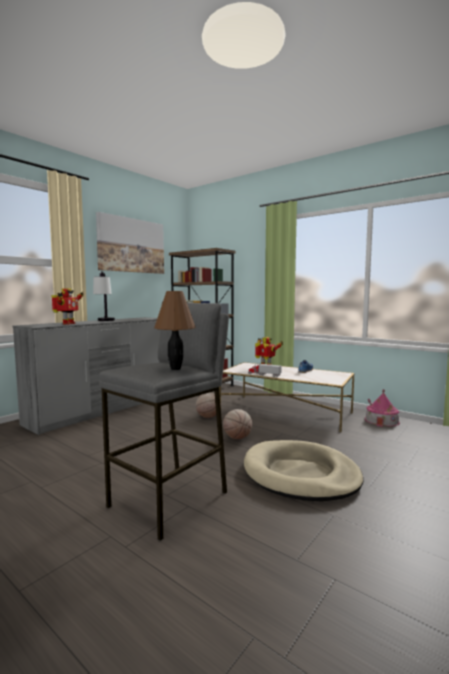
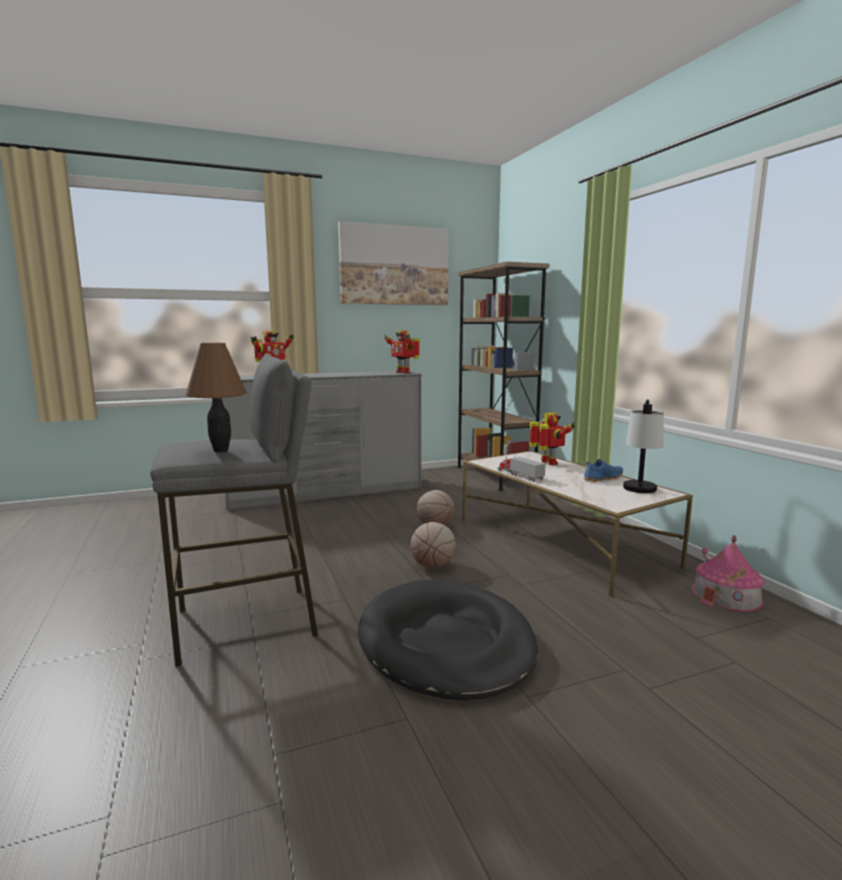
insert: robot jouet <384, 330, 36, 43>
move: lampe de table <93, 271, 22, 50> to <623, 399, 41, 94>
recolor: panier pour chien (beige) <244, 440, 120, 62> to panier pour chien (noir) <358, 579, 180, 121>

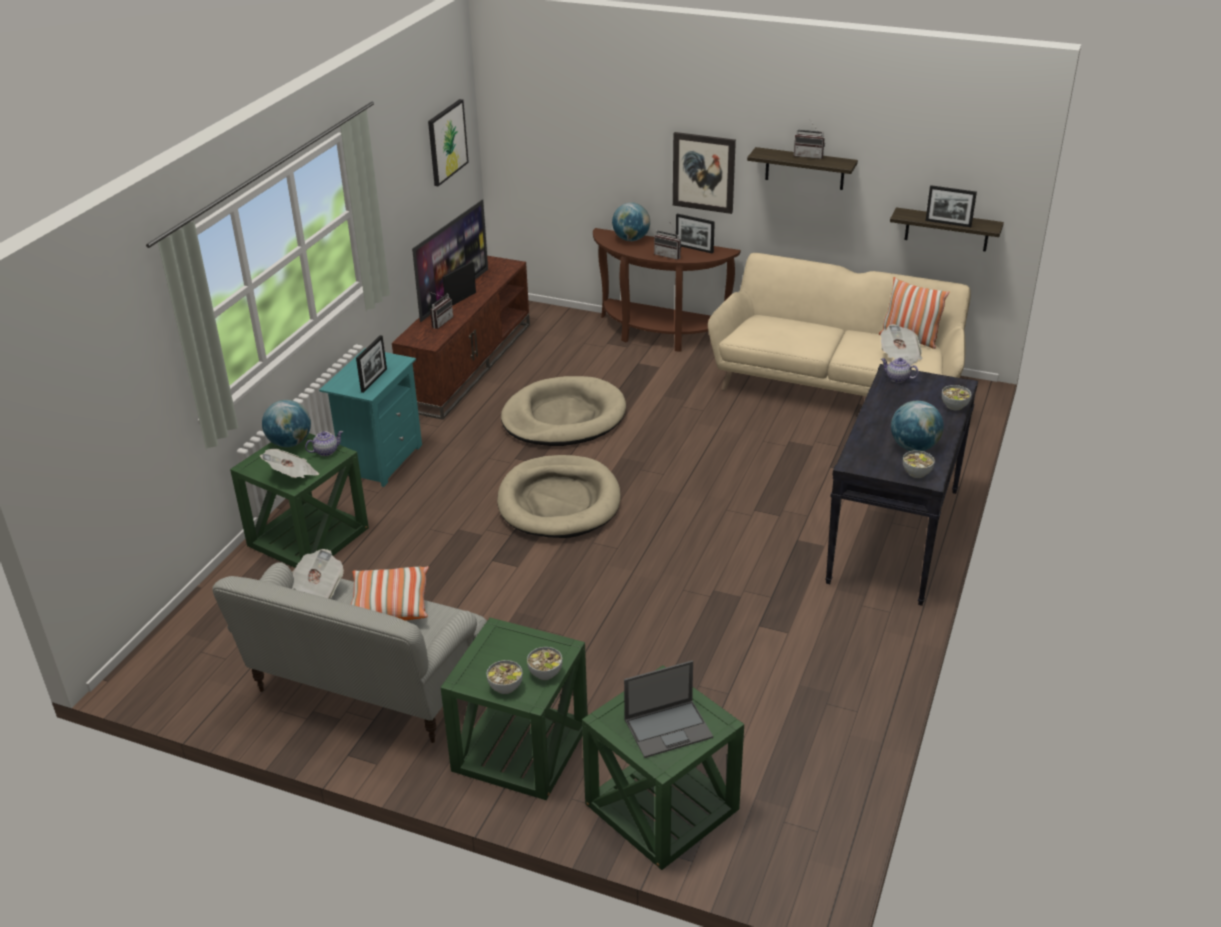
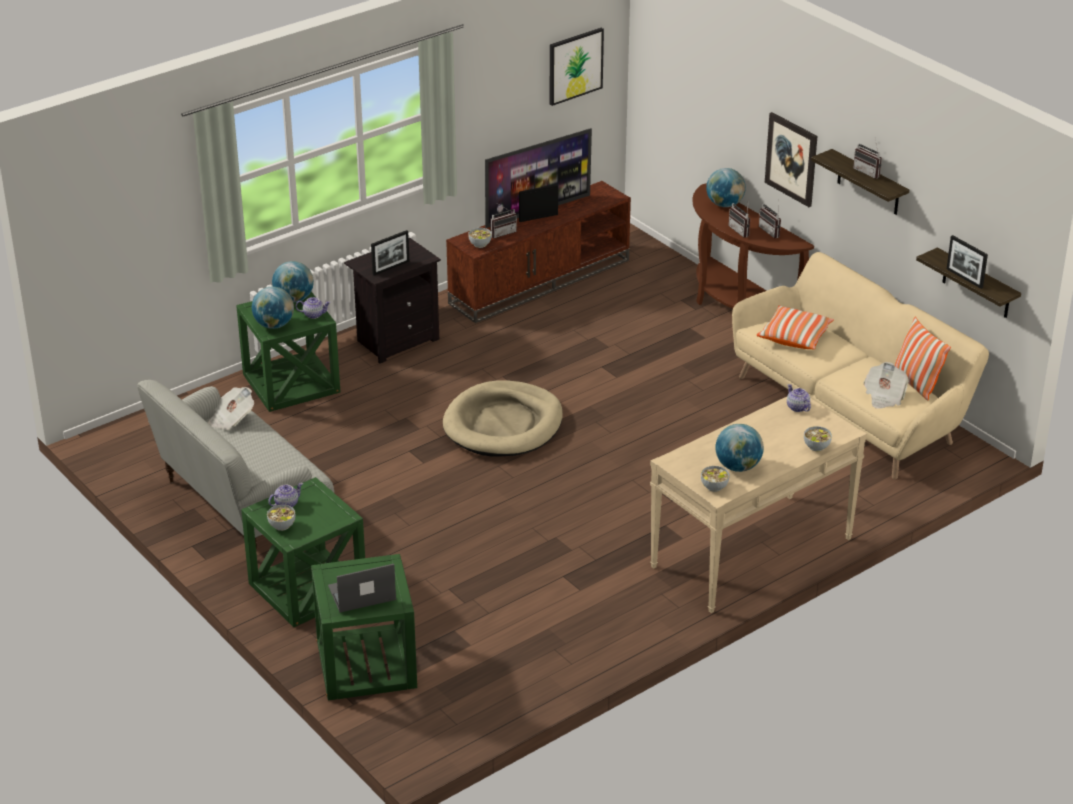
delete: panier pour chien (beige) <501, 376, 125, 70>
insert: théière <268, 483, 35, 24>
move: coussin <351, 566, 78, 55> to <757, 305, 77, 45>; bol <527, 647, 36, 33> to <468, 228, 24, 20>
replace: journal <260, 448, 59, 30> to globe <252, 287, 42, 42>; cadre photo <676, 214, 39, 40> to radio <759, 199, 22, 39>
recolor: table de chevet (turquoise) <319, 348, 103, 139> to table de chevet (noir) <344, 238, 97, 126>; table console (noir) <825, 364, 153, 242> to table console (beige) <650, 397, 217, 216>
rotate: ordinateur portable <624, 660, 89, 98> = <328, 564, 68, 48> 150 degrees clockwise

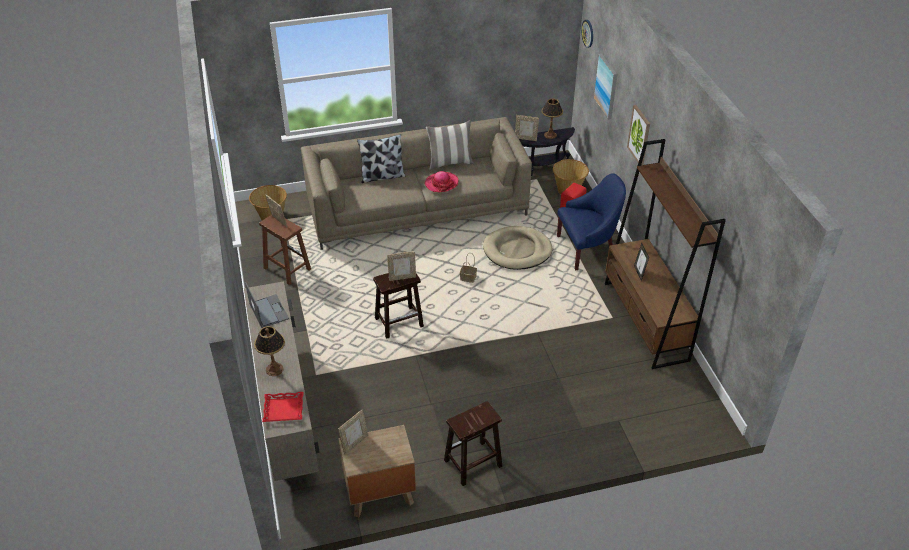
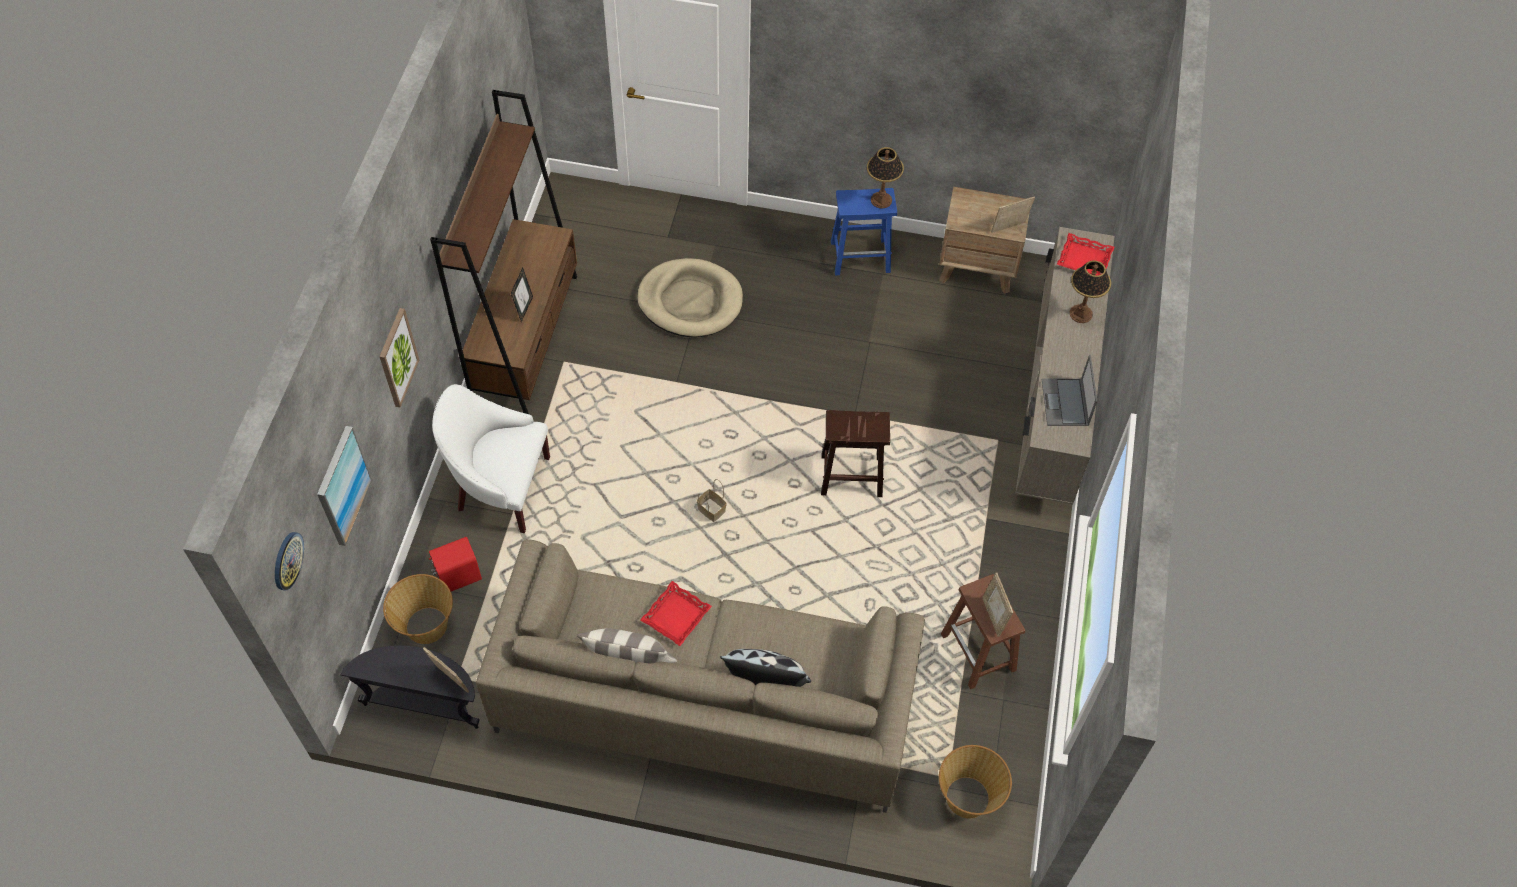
delete: cadre photo <387, 251, 29, 30>
move: panier pour chien (beige) <483, 226, 69, 44> to <637, 258, 106, 79>; lampe de table <542, 99, 21, 40> to <867, 147, 37, 61>
replace: chapeau <425, 171, 34, 21> to plateau (rouge) <640, 581, 72, 65>
recolor: tabouret (marron) <444, 401, 58, 85> to tabouret (bleu) <831, 188, 66, 88>; fauteuil (bleu) <557, 173, 69, 97> to fauteuil (blanc) <432, 384, 118, 149>

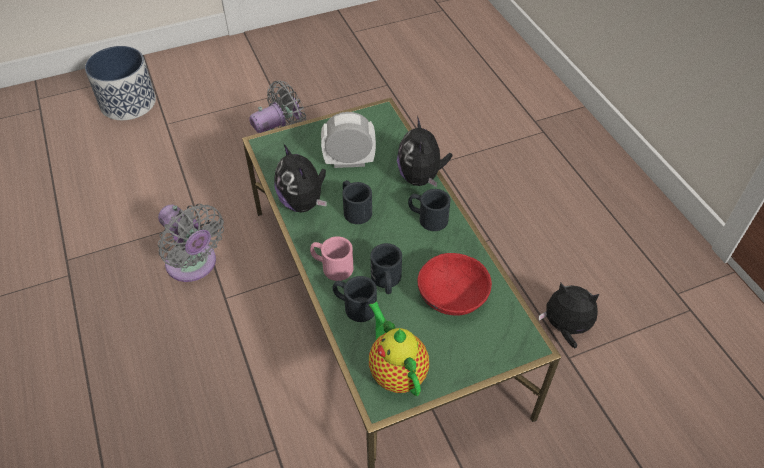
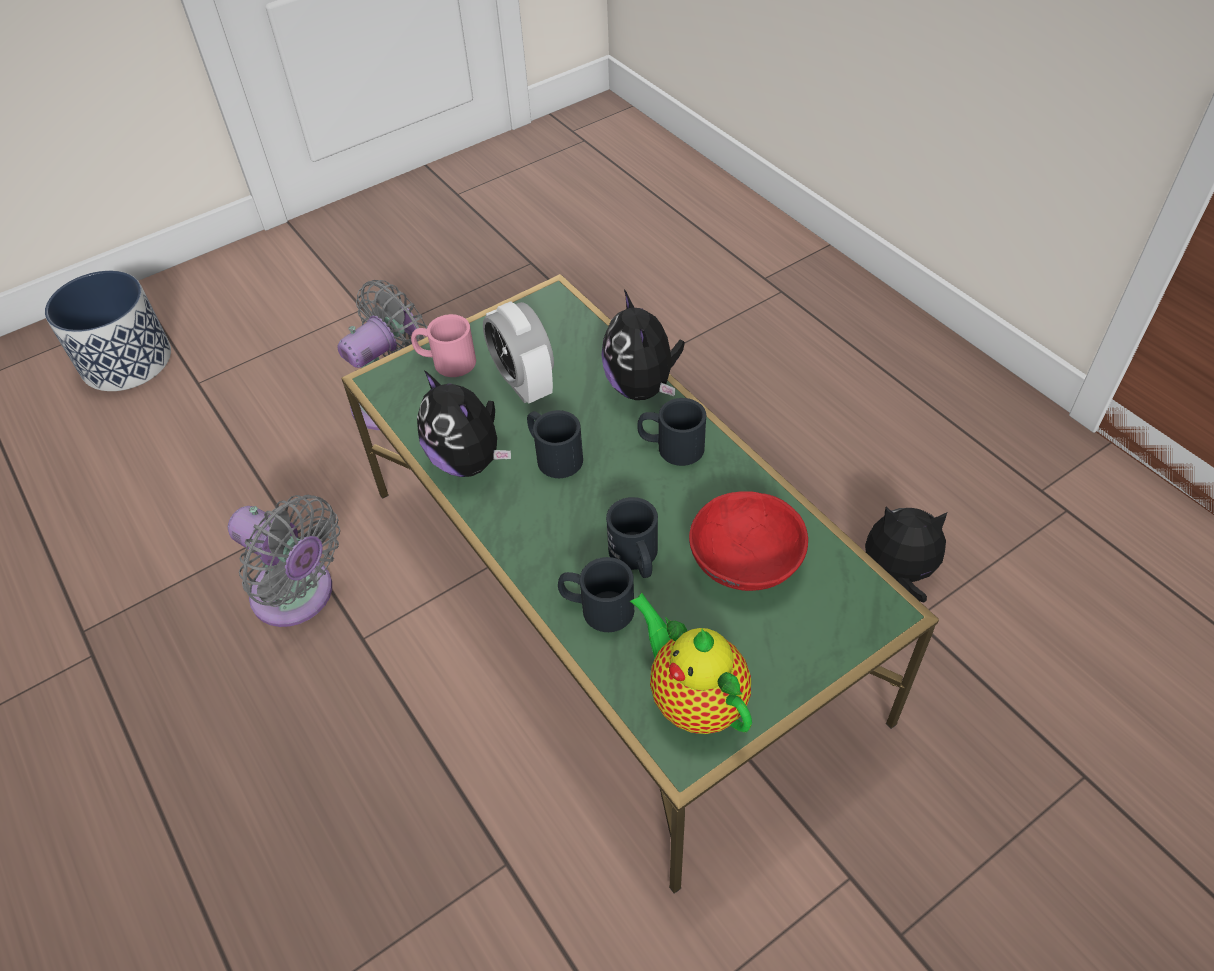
move: mug (rose) <310, 236, 43, 45> to <411, 314, 65, 63>
rotate: réveil <321, 112, 55, 56> = <483, 301, 71, 103> 105 degrees counterclockwise

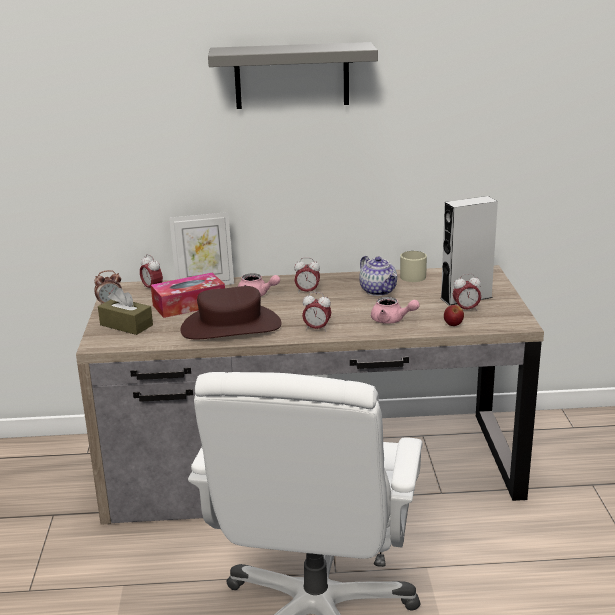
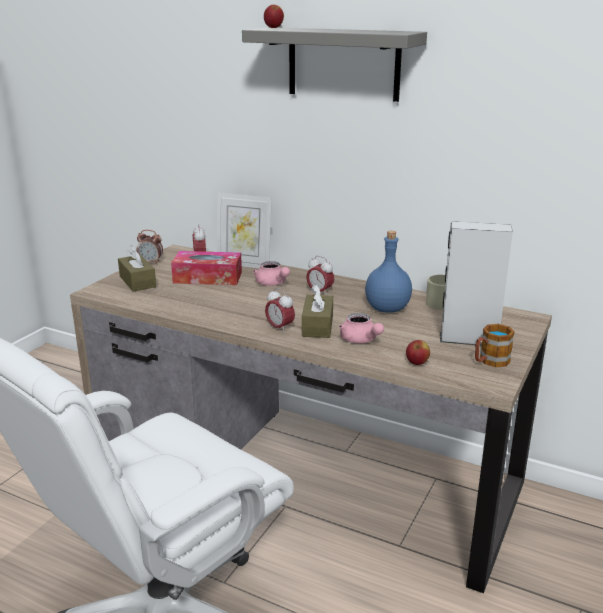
delete: chapeau (marron) <180, 286, 101, 53>; réveil <453, 274, 28, 37>
insert: pomme <264, 5, 20, 23>; boîte à mouchoirs (marron) <302, 284, 31, 54>; mug <475, 324, 39, 43>
replace: théière <359, 256, 38, 40> to bouteille (bleu) <365, 231, 47, 82>

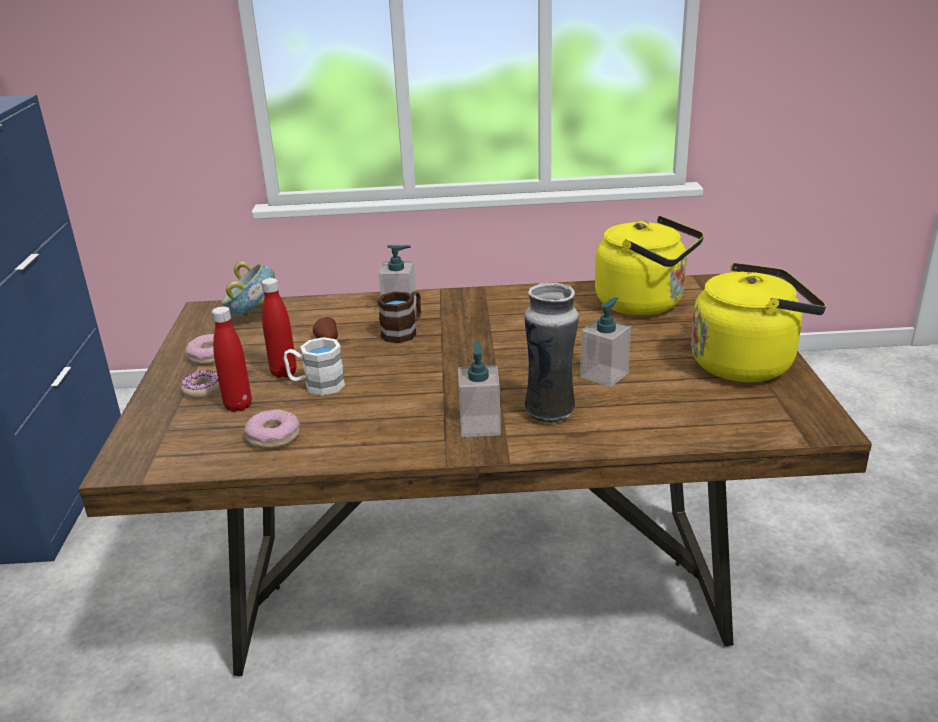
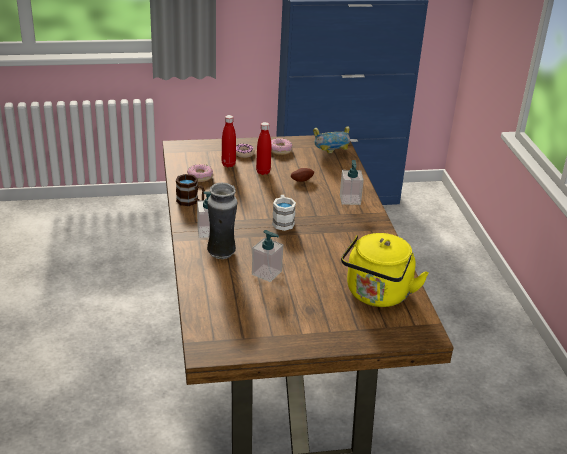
delete: bouilloire (jaune) <691, 263, 135, 119>
move: mug (blanc) <284, 337, 61, 59> to <272, 195, 24, 36>; mug (marron) <377, 291, 44, 52> to <176, 174, 29, 32>

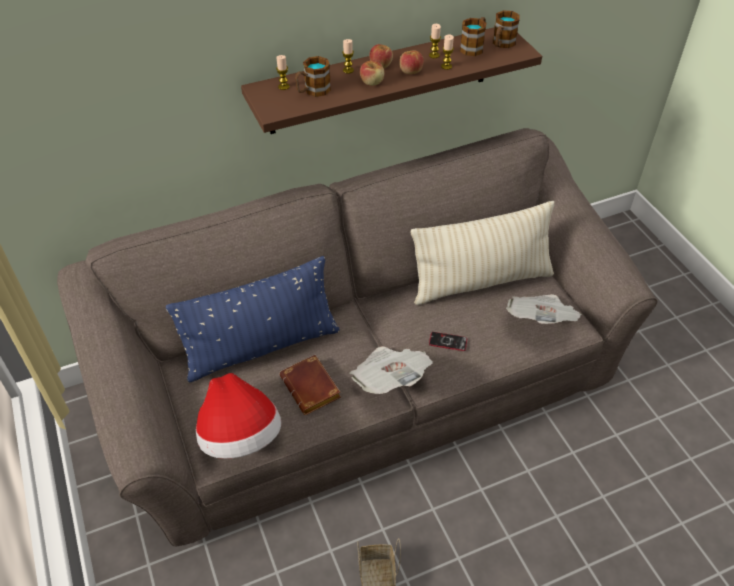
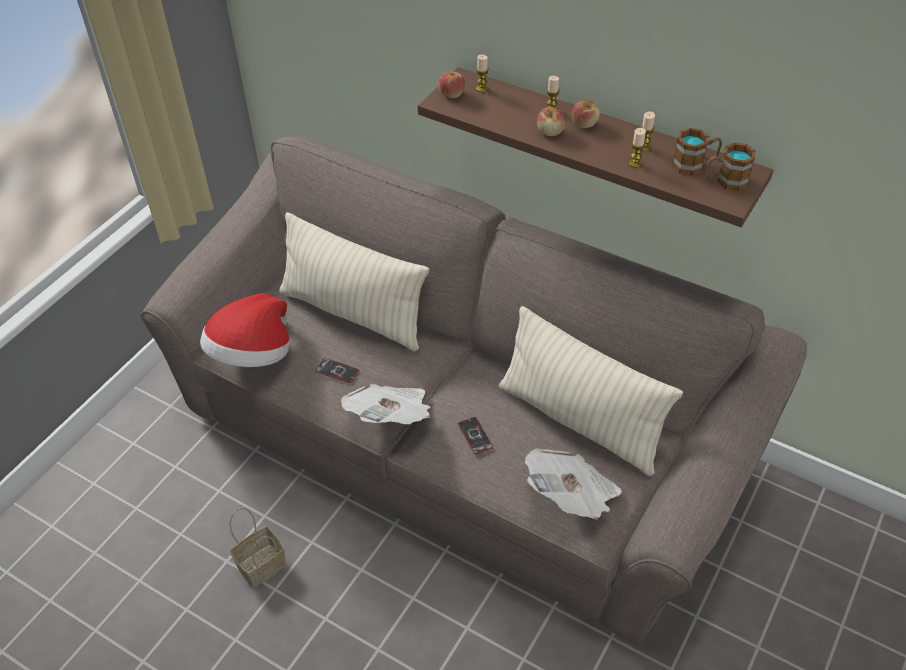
delete: mug <295, 56, 36, 41>
move: pomme <399, 50, 25, 24> to <438, 72, 28, 26>
replace: livre (marron) <280, 355, 61, 60> to téléphone <316, 358, 43, 25>
recolor: coussin (bleu) <166, 256, 174, 126> to coussin (beige) <279, 212, 150, 140>

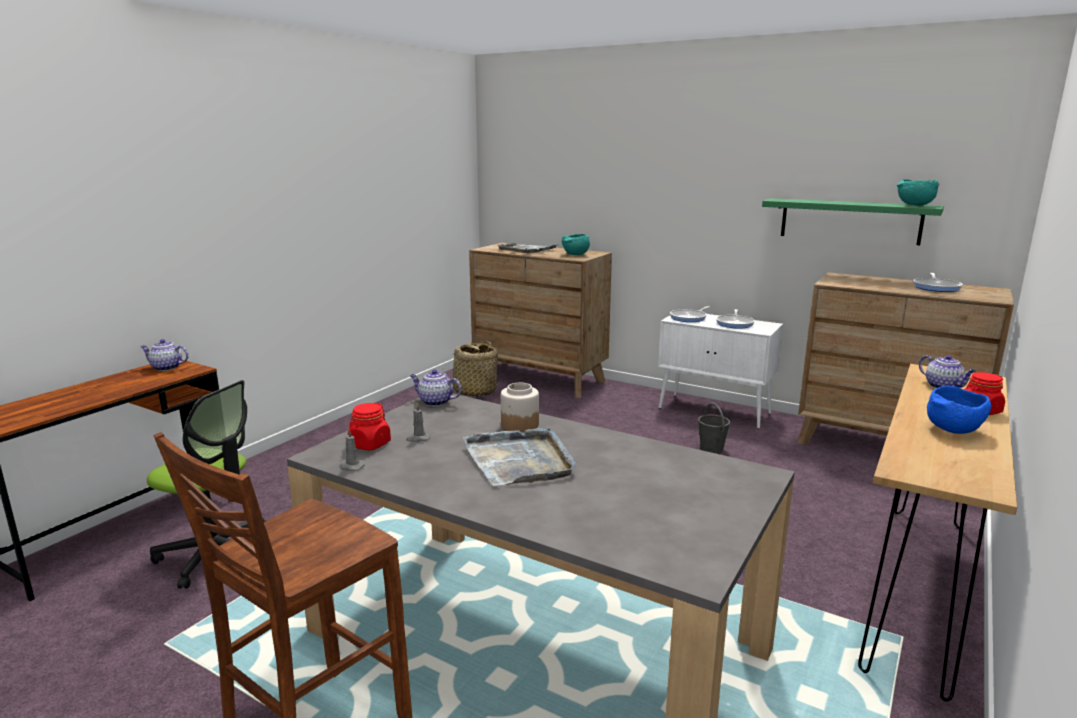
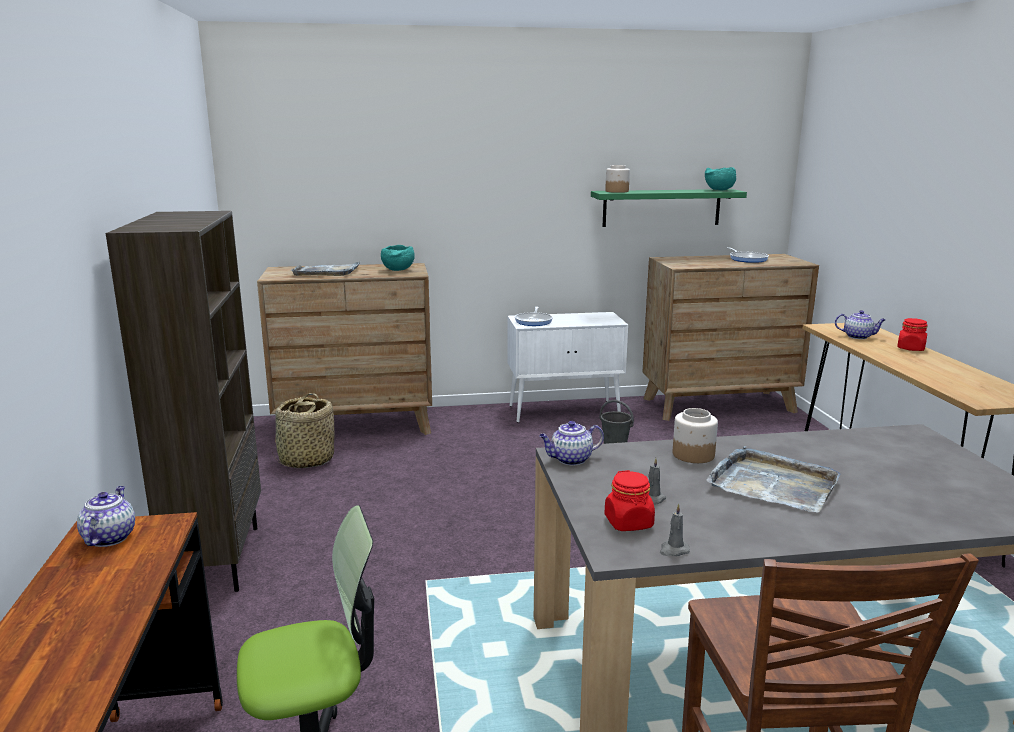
delete: poêle <716, 309, 39, 20>; bol (bleu) <927, 386, 64, 48>
insert: bibliothèque (marron) <106, 211, 155, 381>; bocal <605, 165, 25, 28>
rotate: théière <140, 339, 49, 32> = <77, 486, 58, 61> 120 degrees clockwise

